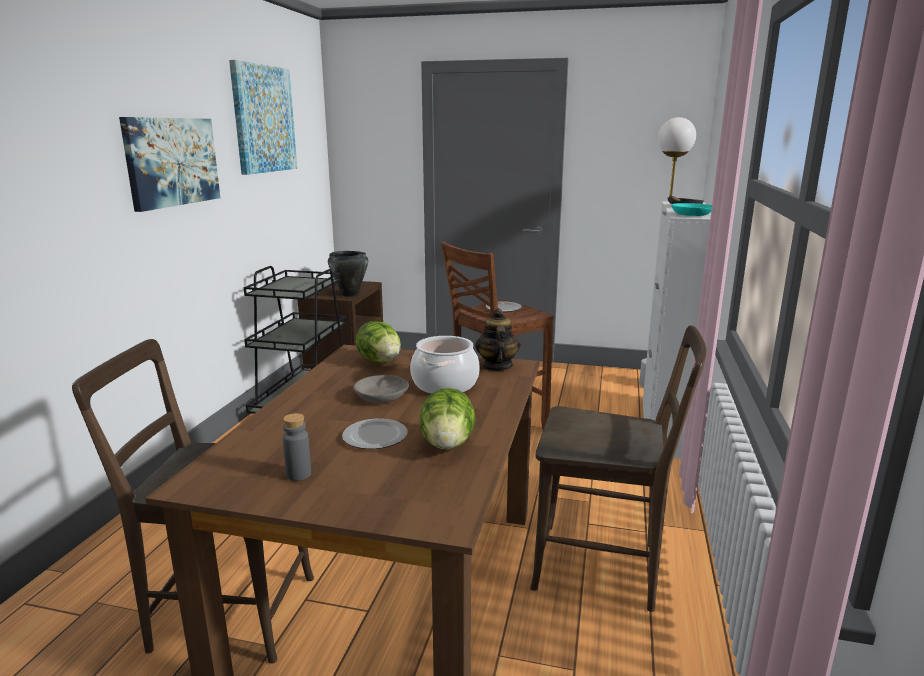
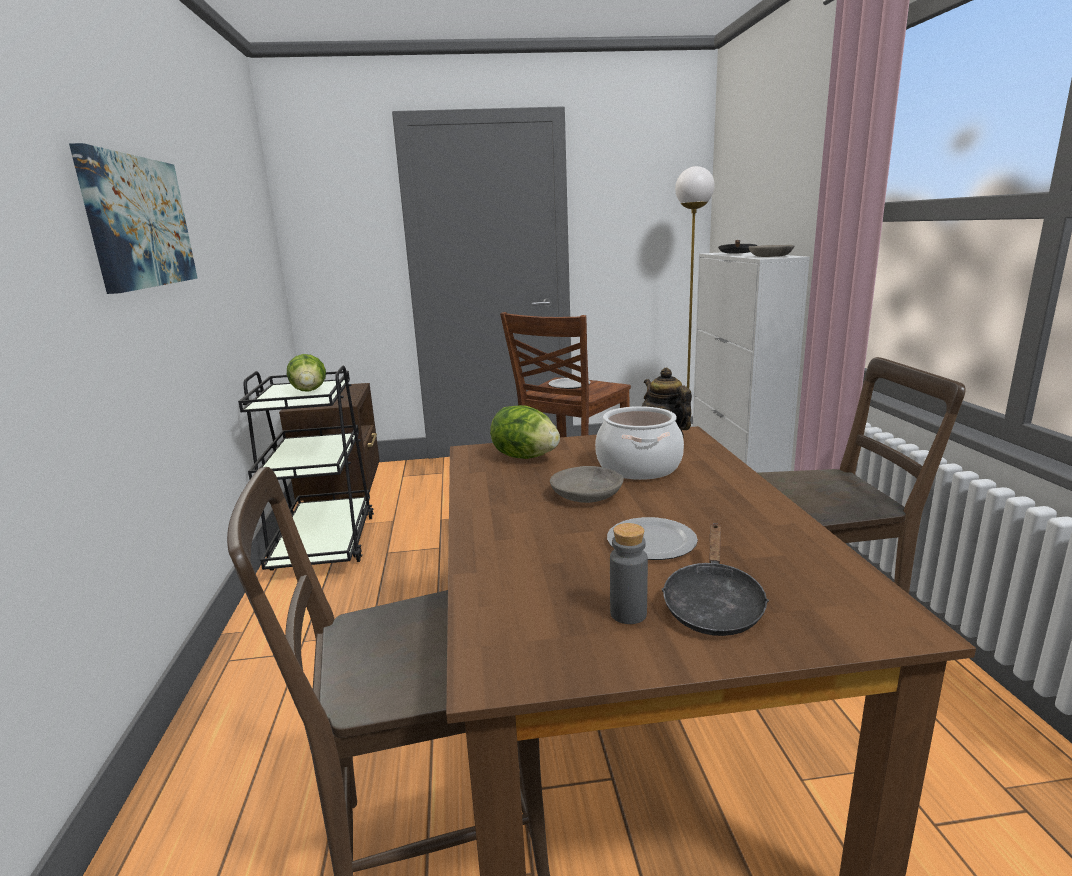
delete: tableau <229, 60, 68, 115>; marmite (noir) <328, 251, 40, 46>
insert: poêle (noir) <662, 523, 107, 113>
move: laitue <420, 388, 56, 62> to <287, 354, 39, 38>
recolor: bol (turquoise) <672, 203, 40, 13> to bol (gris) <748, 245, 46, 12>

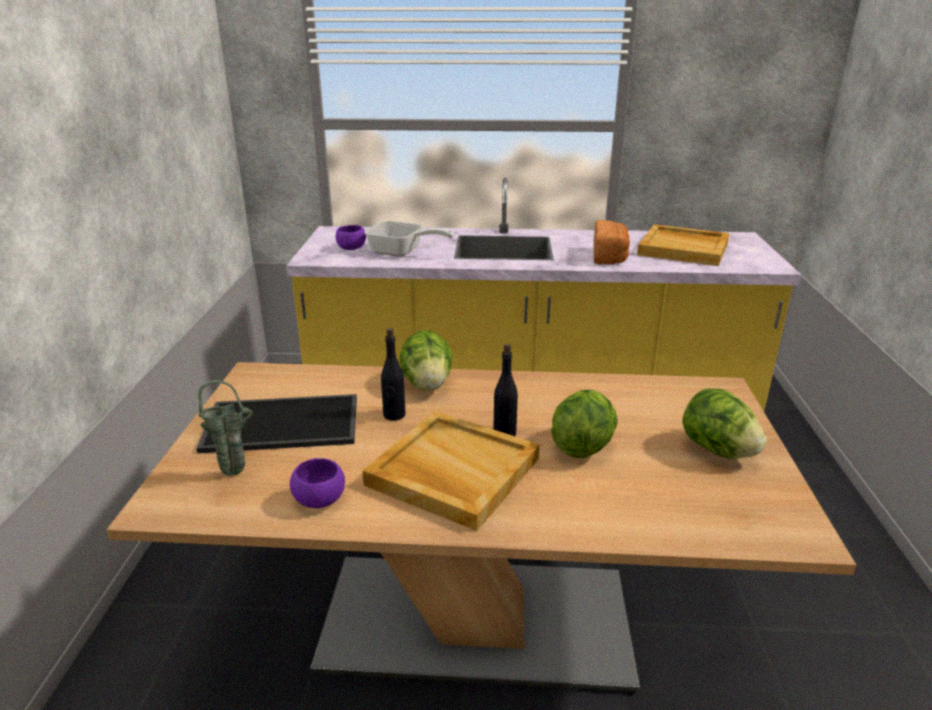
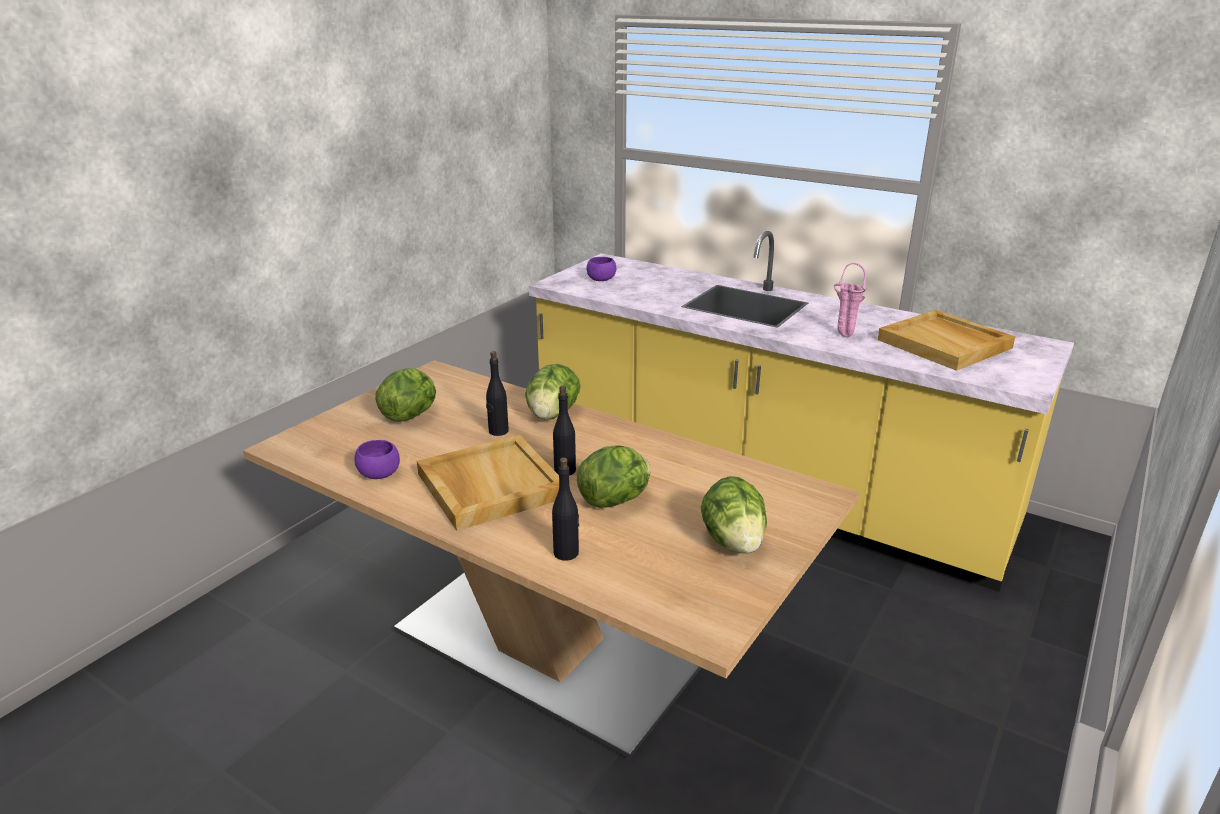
delete: vase (vert) <198, 380, 55, 96>; poêle <364, 221, 90, 36>
insert: bouteille (noir) <552, 458, 27, 103>
replace: plateau <196, 394, 161, 59> to laitue <375, 368, 61, 54>; pain <593, 220, 37, 45> to vase (rose) <834, 263, 33, 74>

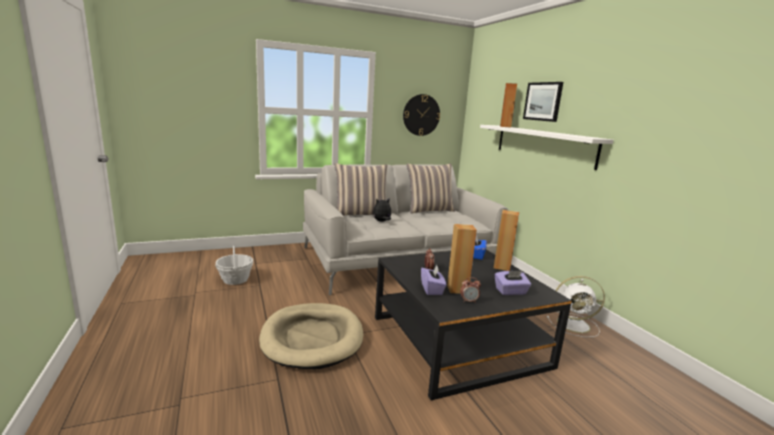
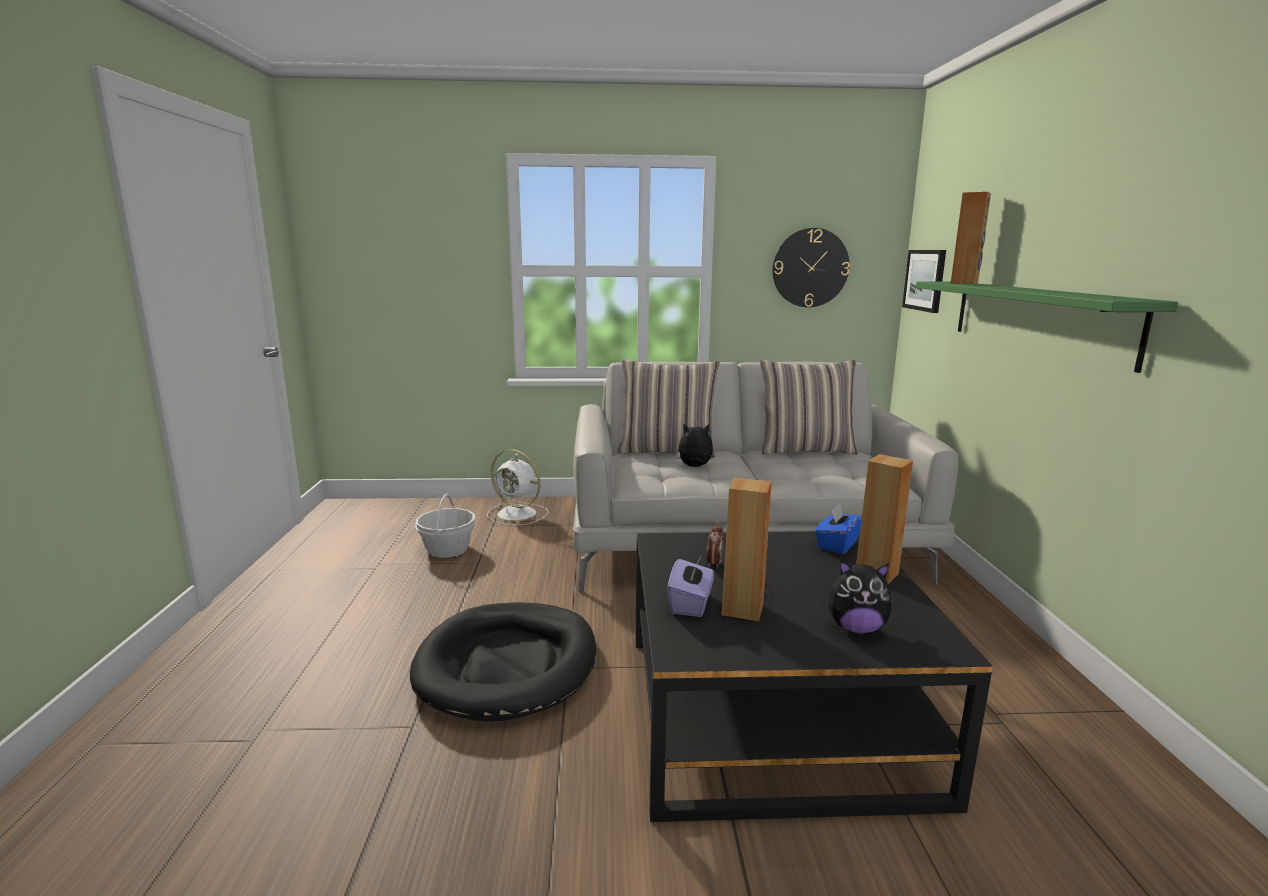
delete: réveil <460, 277, 21, 26>
move: tableau <523, 82, 40, 40> to <902, 250, 44, 63>; ventilateur (blanc) <547, 276, 58, 61> to <487, 449, 61, 77>
replace: boîte à mouchoirs (violet) <495, 271, 36, 24> to peluche <829, 560, 63, 74>
recolor: panier pour chien (beige) <259, 303, 104, 66> to panier pour chien (noir) <410, 602, 186, 120>; étagère (blanc) <480, 125, 134, 45> to étagère (vert) <916, 281, 262, 92>

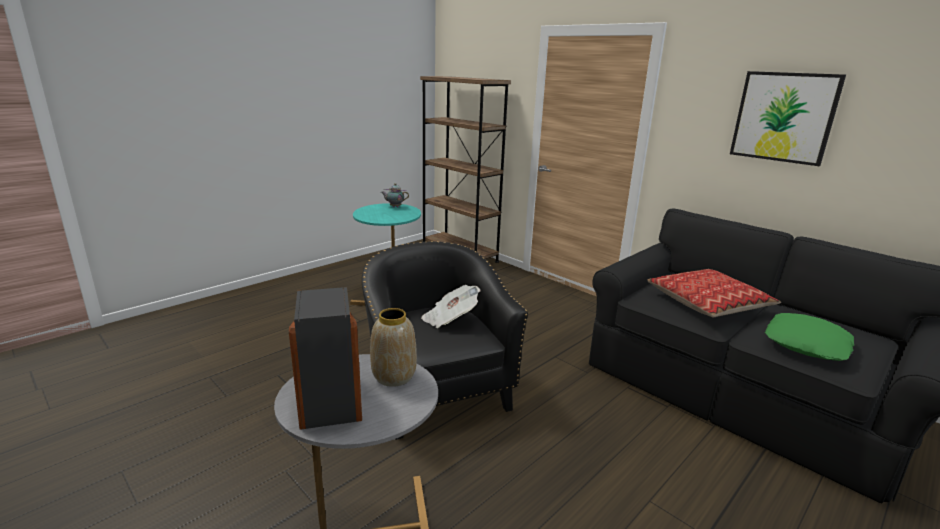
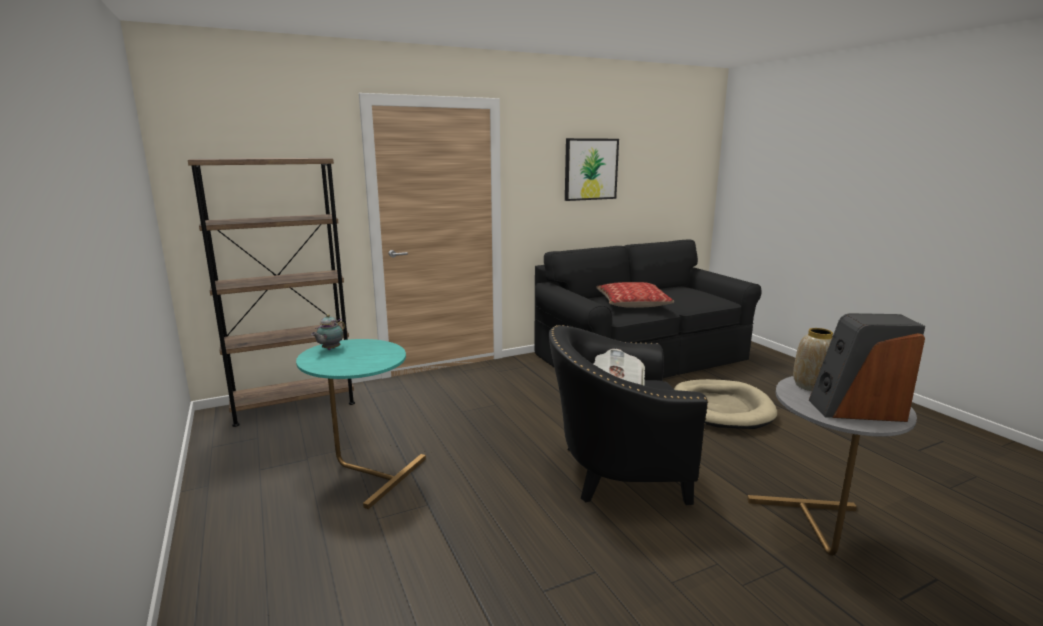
delete: coussin (vert) <765, 313, 89, 48>
insert: panier pour chien (beige) <674, 379, 103, 50>

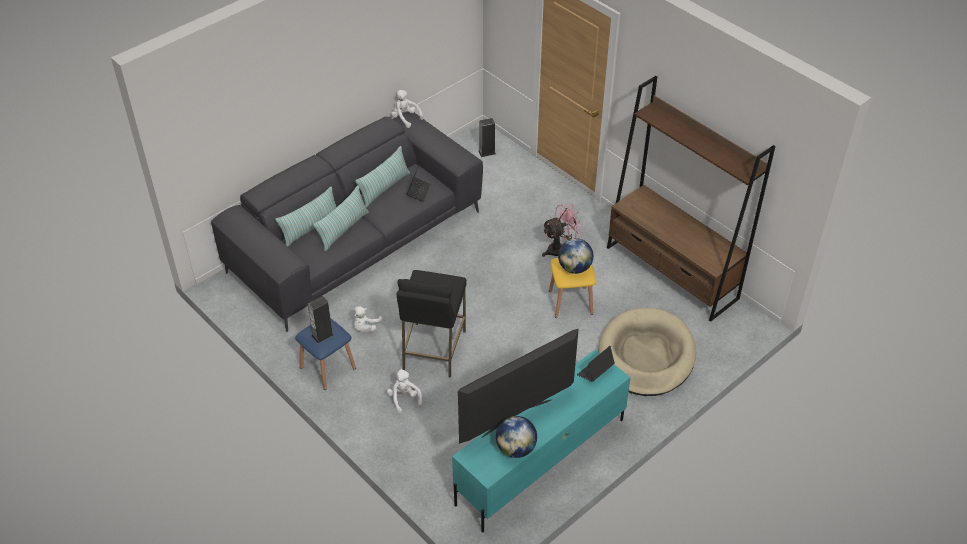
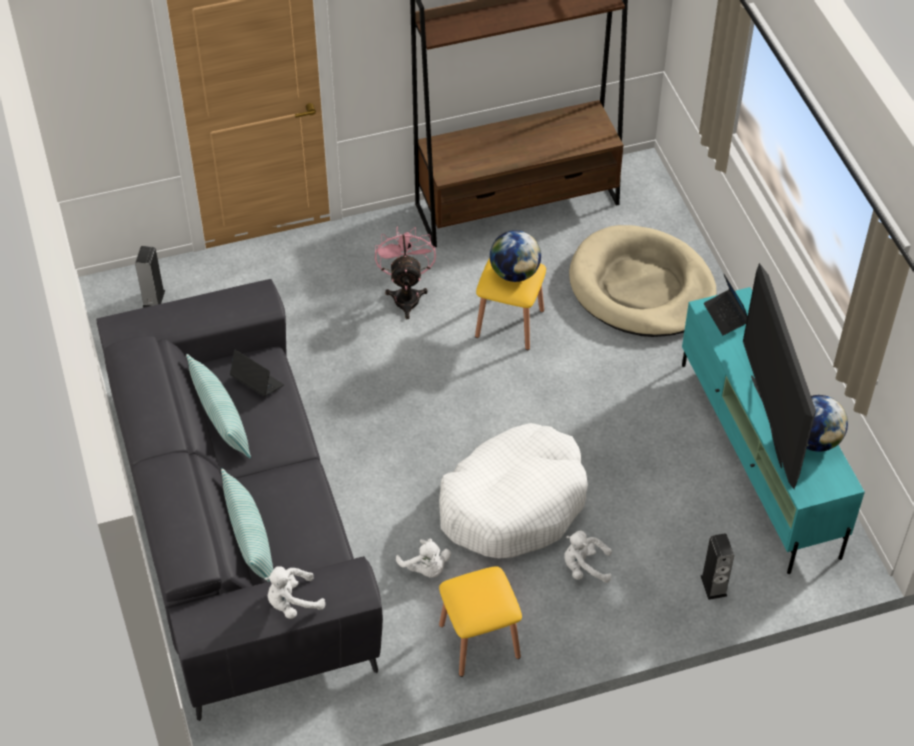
delete: coussin <313, 185, 56, 67>
move: enceinte <307, 296, 27, 47> to <701, 534, 33, 66>; peluche (blanc) <391, 90, 32, 38> to <265, 566, 60, 53>
replace: tabouret (noir) <397, 270, 70, 108> to panier pour chien (blanc) <439, 423, 149, 135>
recolor: tabouret (bleu) <295, 319, 61, 71> to tabouret (jaune) <439, 566, 83, 111>

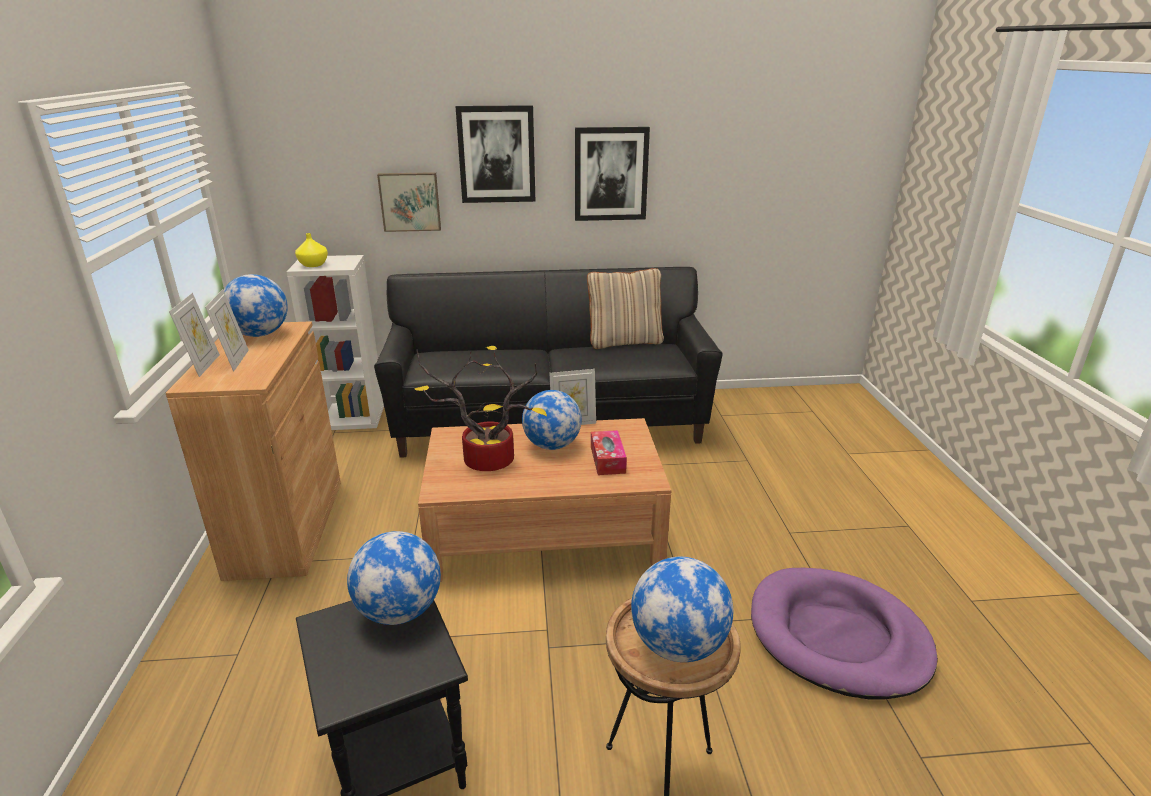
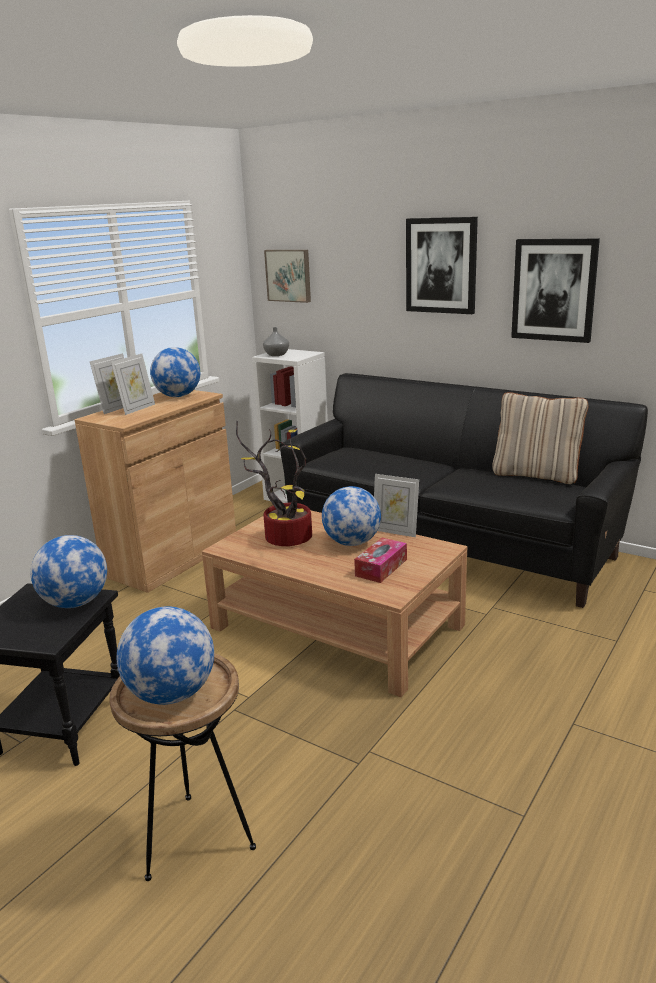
delete: panier pour chien (violet) <751, 568, 187, 132>
move: tableau <377, 172, 64, 60> to <264, 250, 47, 53>
recolor: vase (jaune) <295, 233, 33, 34> to vase (gris) <263, 327, 26, 29>

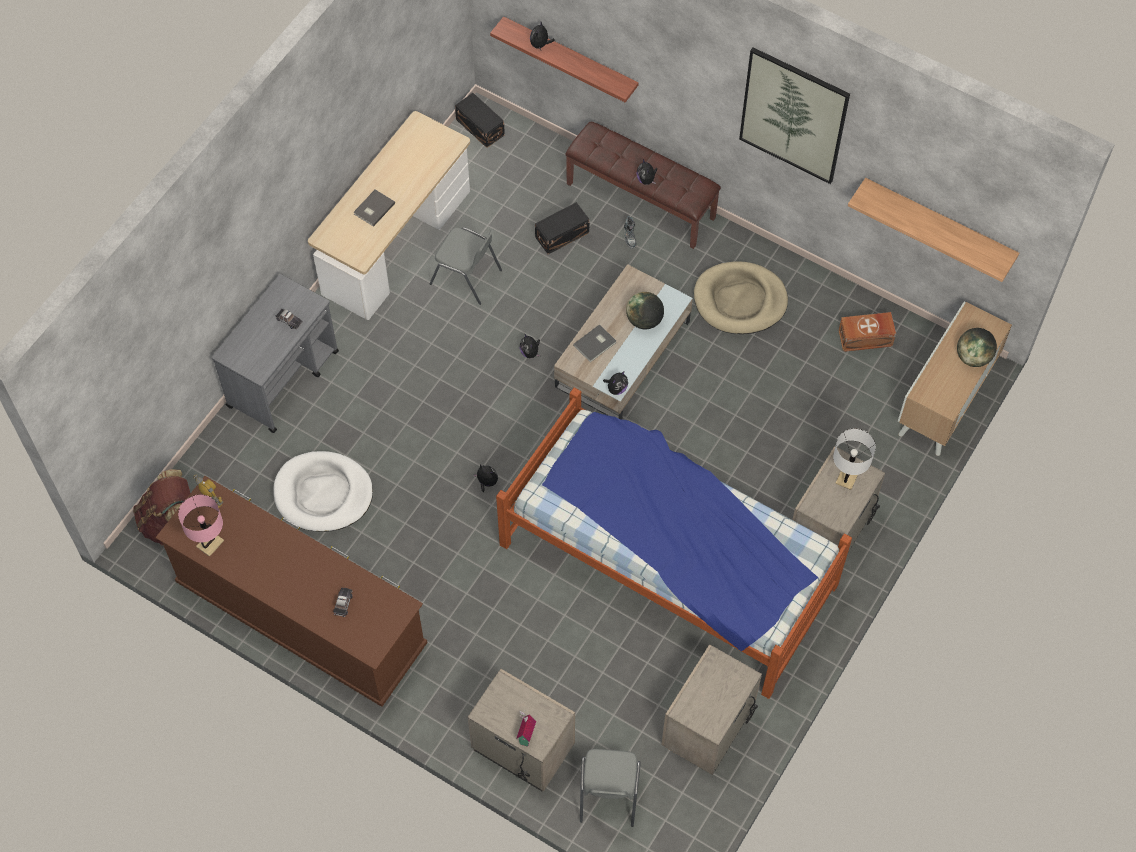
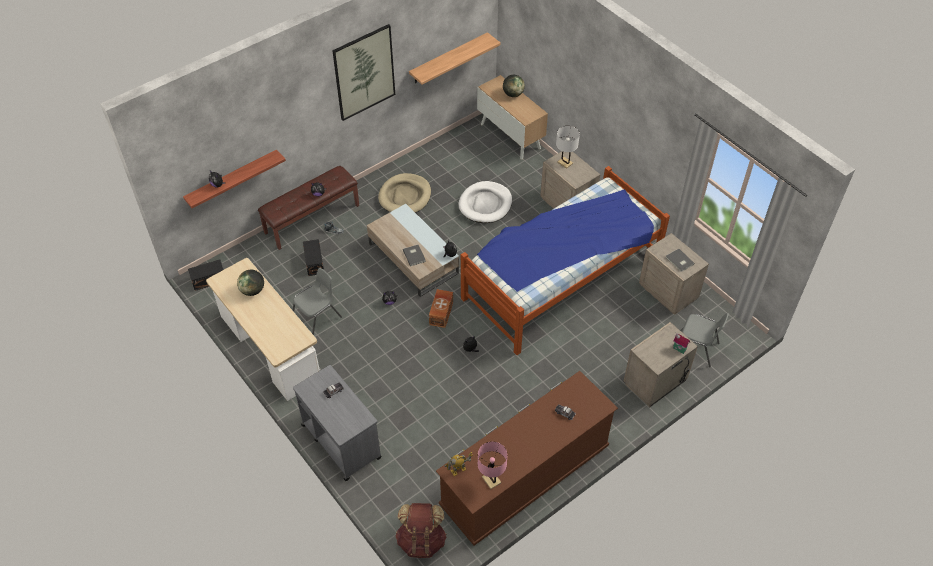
move: panier pour chien (blanc) <273, 451, 100, 81> to <459, 181, 53, 42>; livre (gris) <354, 189, 41, 38> to <666, 249, 29, 23>; globe <626, 292, 38, 37> to <237, 270, 27, 26>; boîte de rangement (marron) <838, 312, 58, 40> to <429, 289, 24, 39>

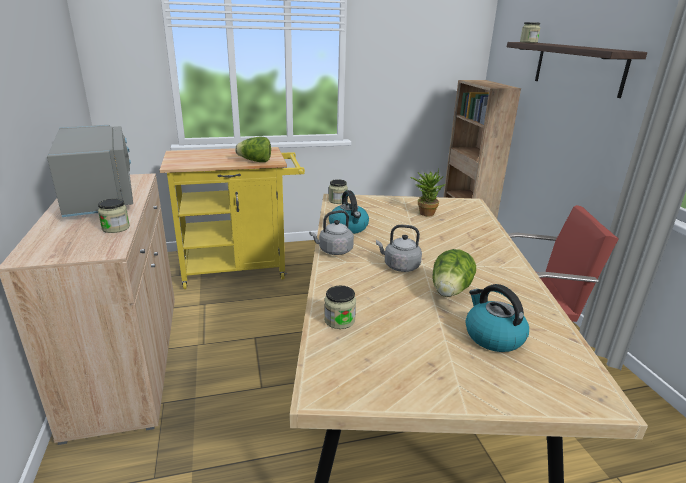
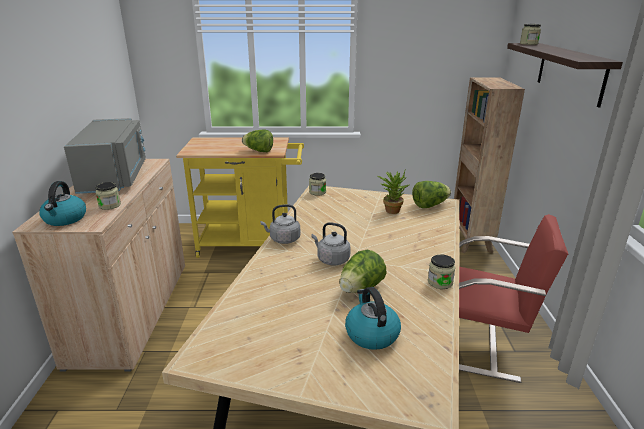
insert: laitue <412, 181, 39, 27>
move: bocal <324, 286, 32, 43> to <428, 255, 28, 34>; bouilloire <329, 190, 40, 44> to <39, 181, 47, 45>

